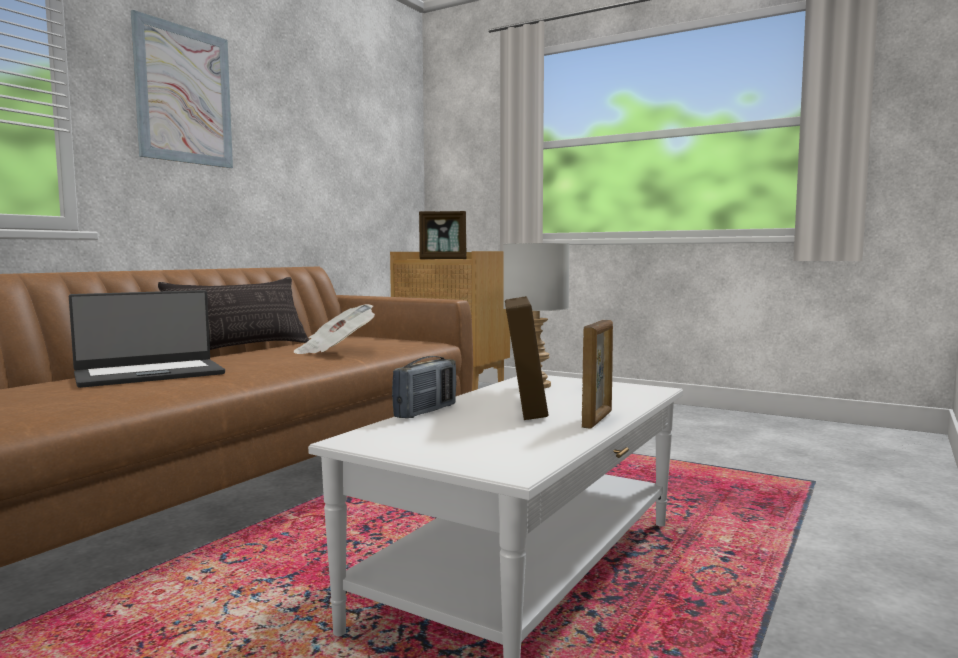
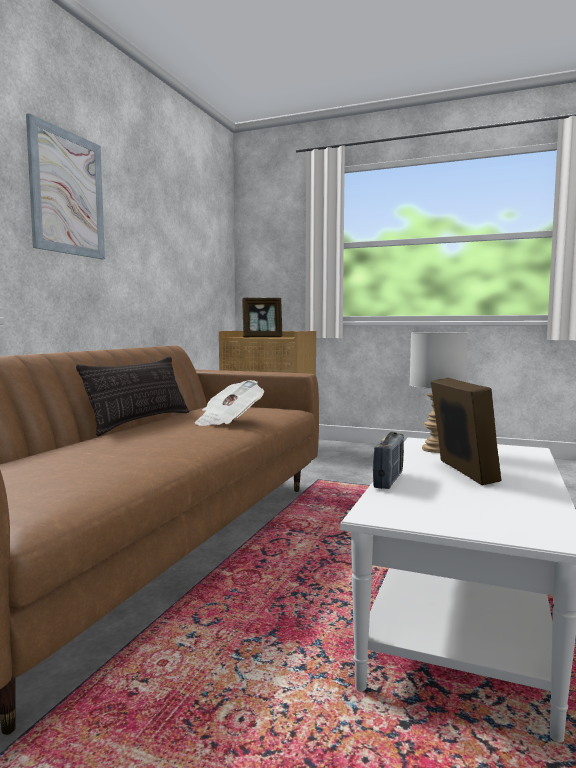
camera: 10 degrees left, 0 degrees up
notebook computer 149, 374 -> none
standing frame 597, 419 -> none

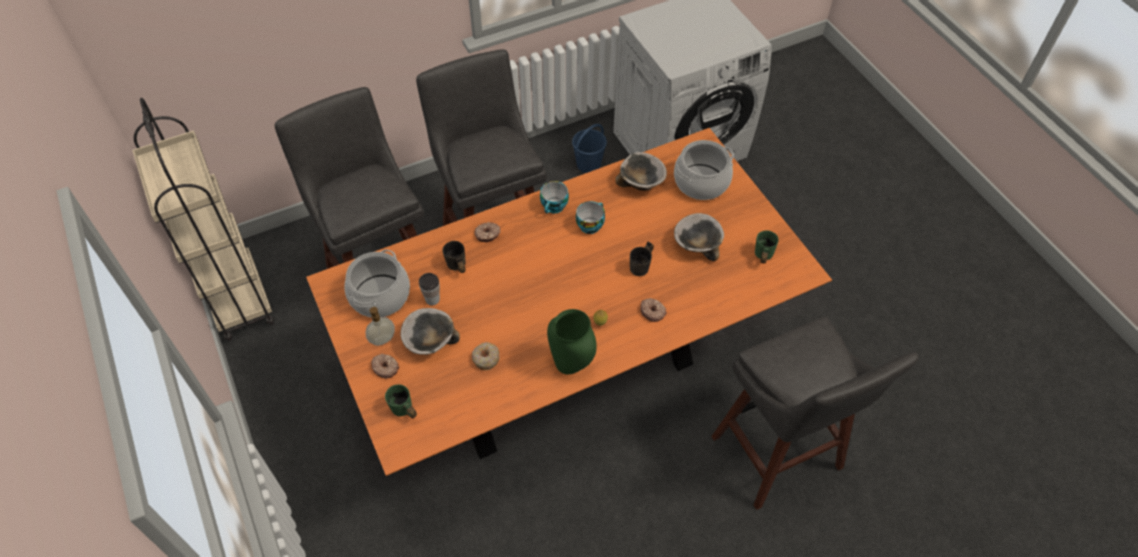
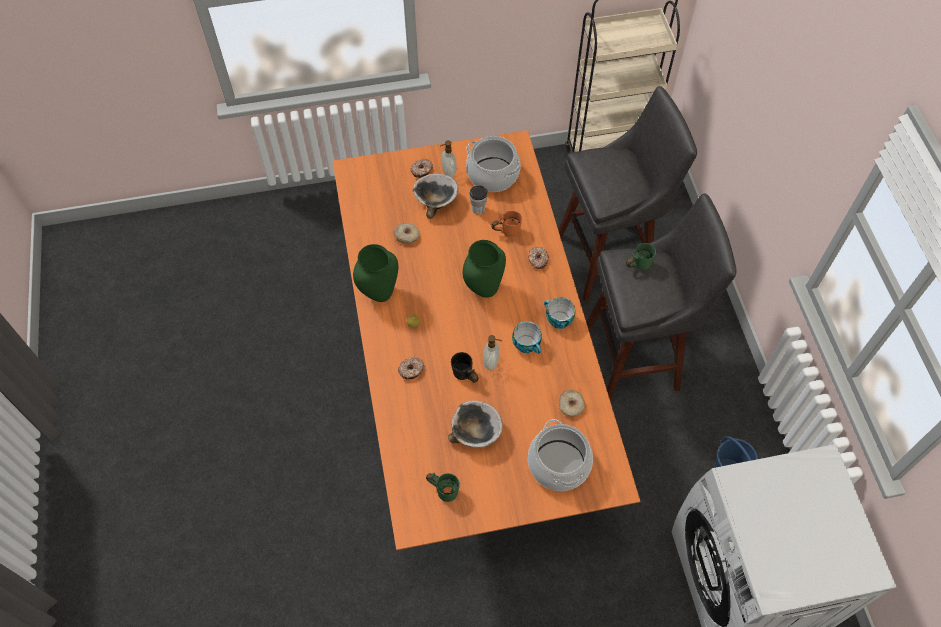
camera: 105 degrees right, 5 degrees up
greyish stool seat 778, 457 -> none
none -> green-coloured flower vase 484, 290
none -> liquid soap bottle 491, 362
green-coloured tea mug 403, 413 -> green-coloured tea mug 637, 264, moved
deep dish 641, 183 -> doughnut 571, 405
greyish tea mug 455, 268 -> orange tea mug 506, 230

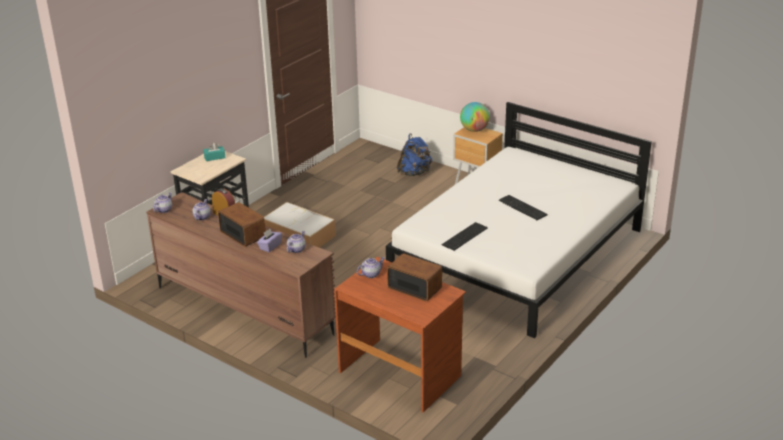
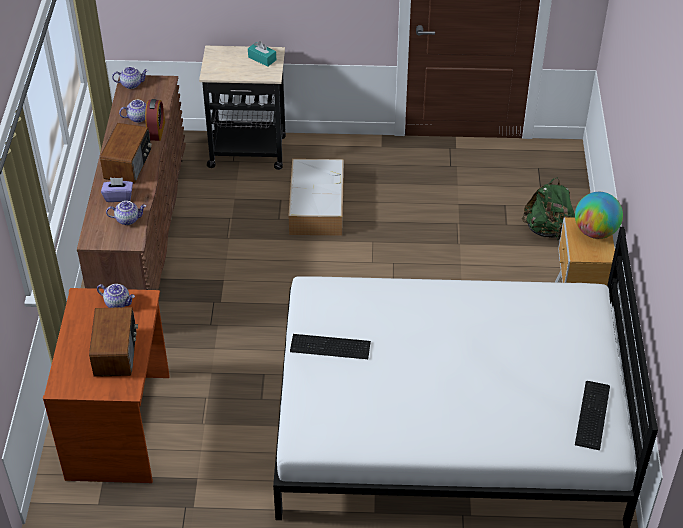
camera: 55 degrees right, 15 degrees up
computer keyboard 522, 208 -> computer keyboard 591, 415, moved
blue-coloured rucksack 414, 173 -> green-coloured rucksack 548, 230

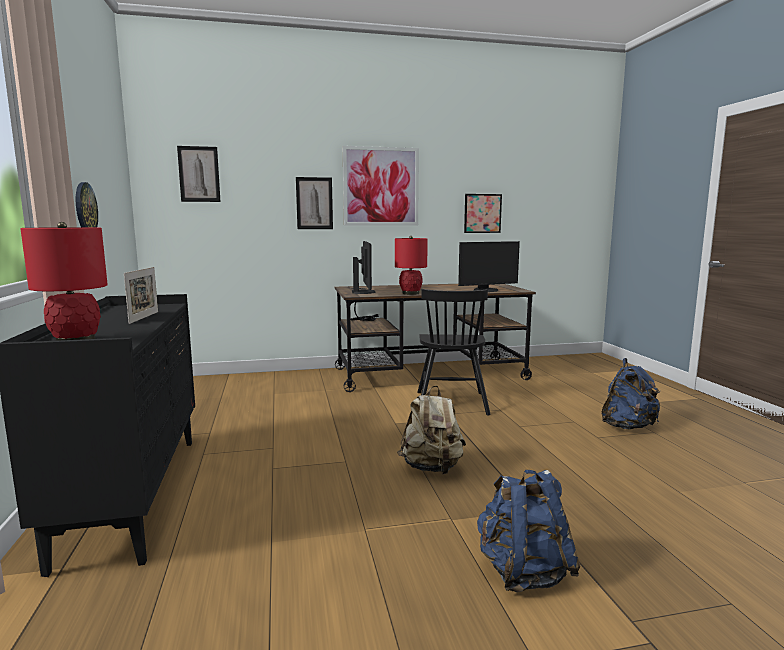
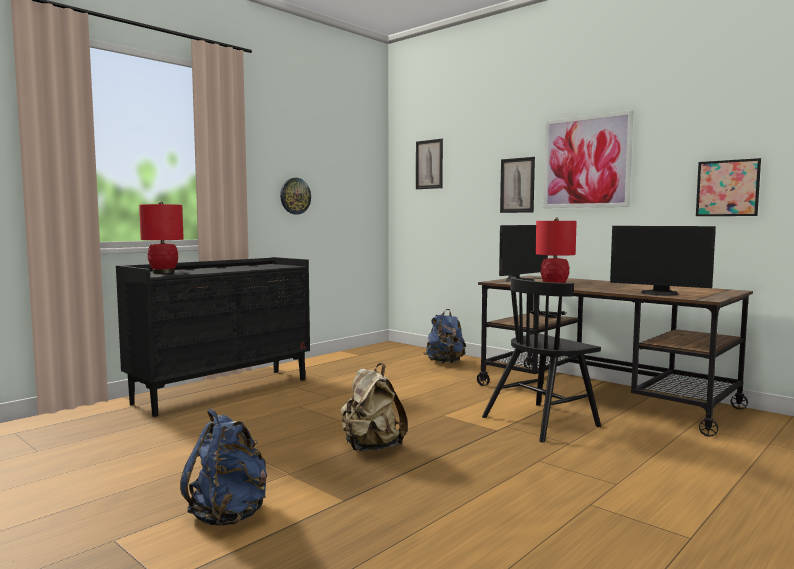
camera: 55 degrees right, 5 degrees down
standing frame 144, 317 -> none
blue-coloured rucksack 627, 426 -> blue-coloured rucksack 445, 363, moved

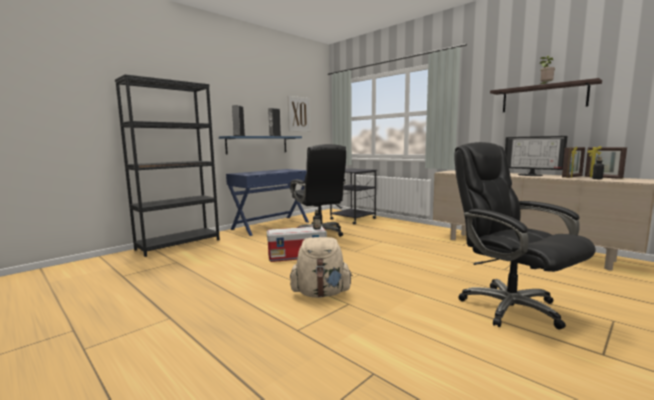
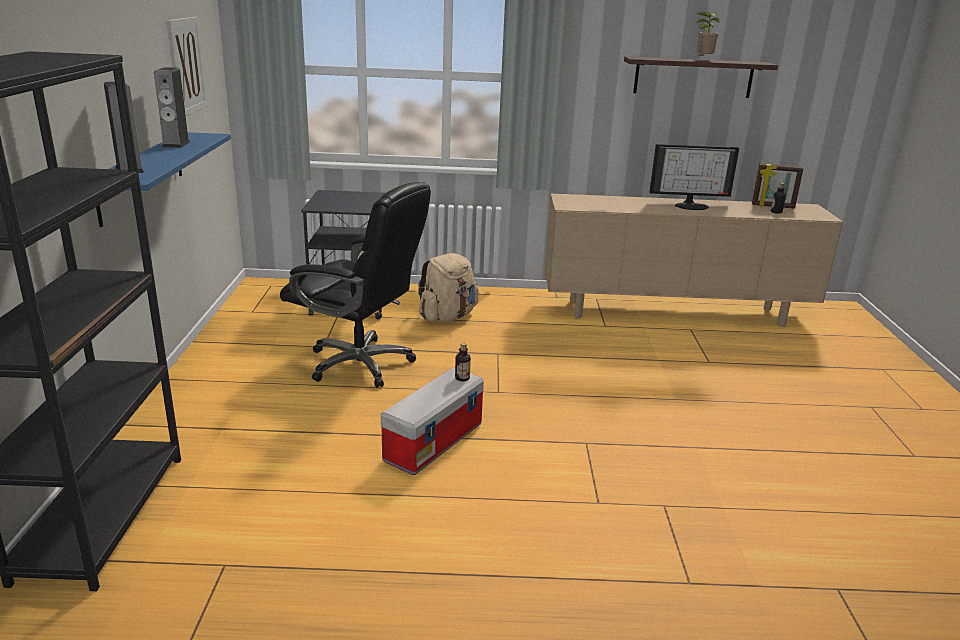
camera: 45 degrees left, 15 degrees up
blue-coloured desk 271, 225 -> none
black desk chair 512, 308 -> none
standing frame 572, 177 -> none
sand-coloured rucksack 321, 293 -> sand-coloured rucksack 448, 317, moved

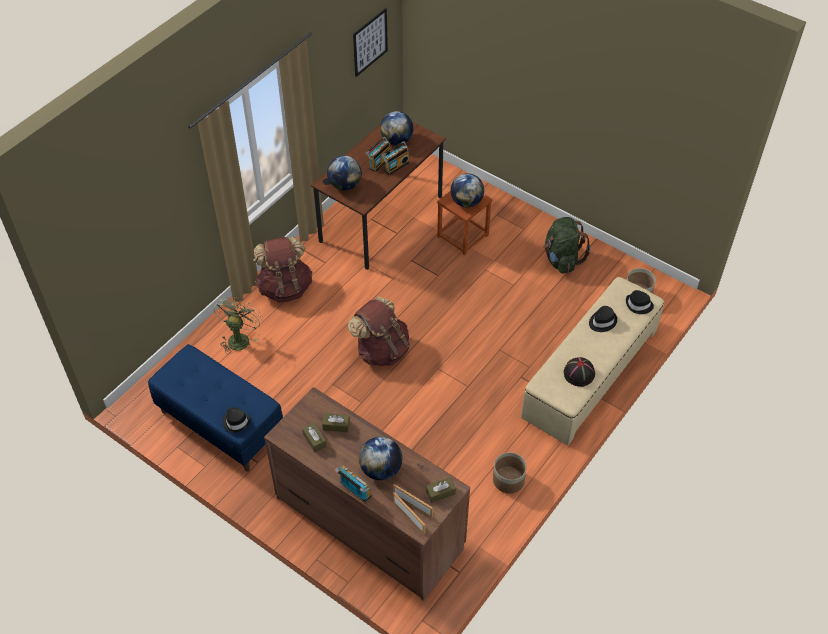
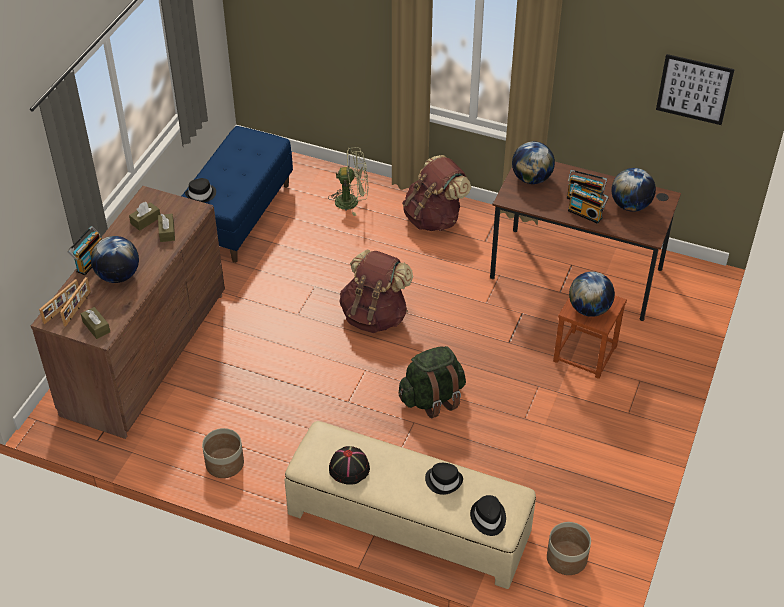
camera: 75 degrees right, 5 degrees down
green-coloured rucksack 561, 259 -> green-coloured rucksack 432, 398, moved

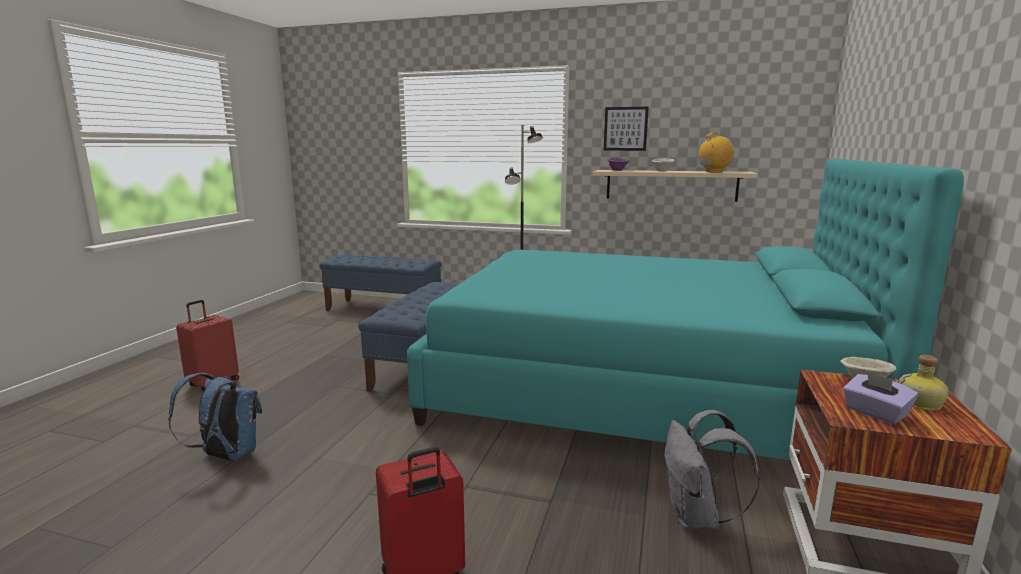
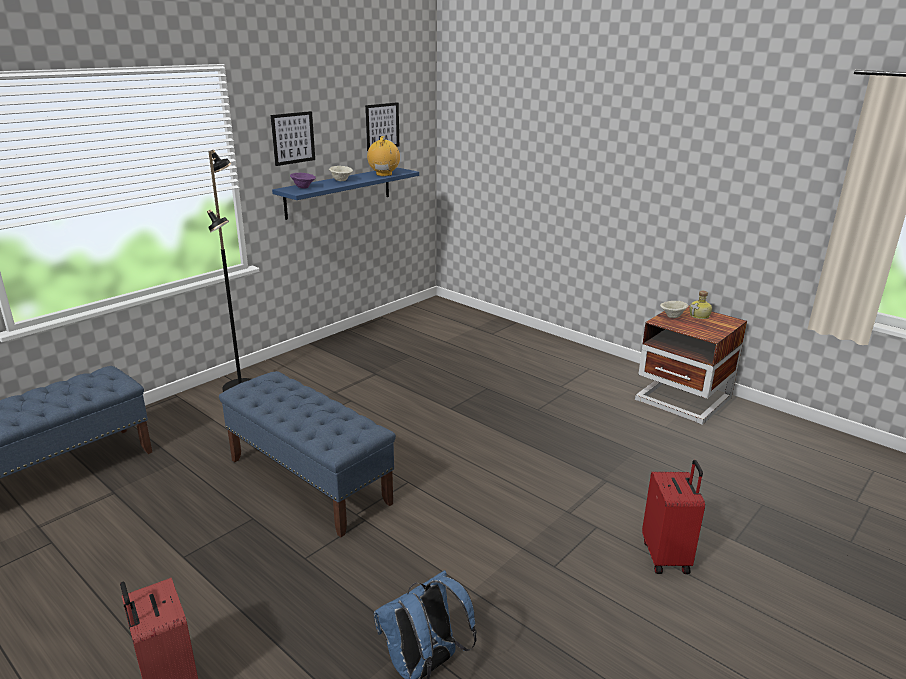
camera: 65 degrees left, 10 degrees up
turquoise-coloured bed 639, 390 -> none
greyish rucksack 697, 517 -> none
purplish box of tissues 875, 413 -> none
none -> picture 382, 126
sand-coloured shelf 671, 185 -> blue-coloured shelf 339, 192

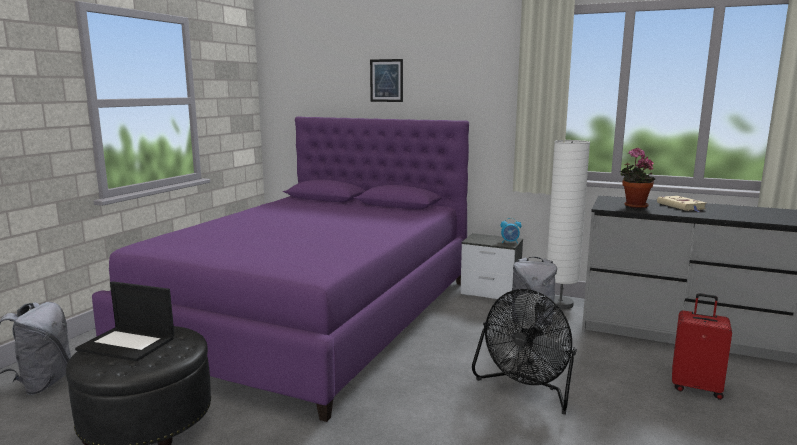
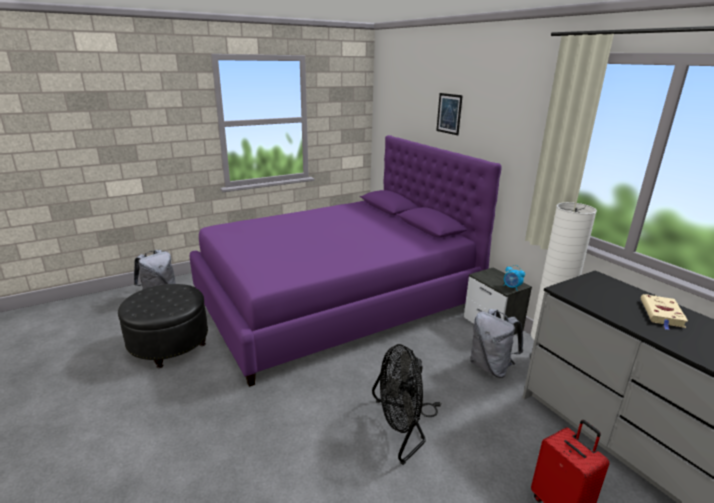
camera: 35 degrees right, 10 degrees up
notebook computer 128, 343 -> none
potted plant 633, 206 -> none

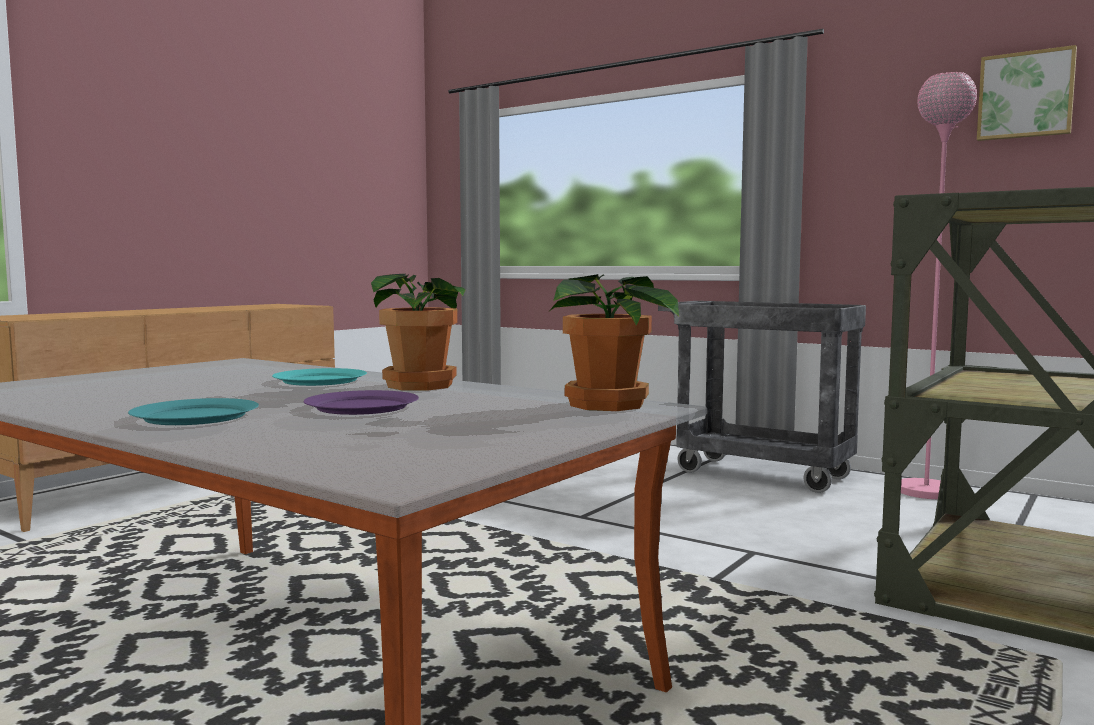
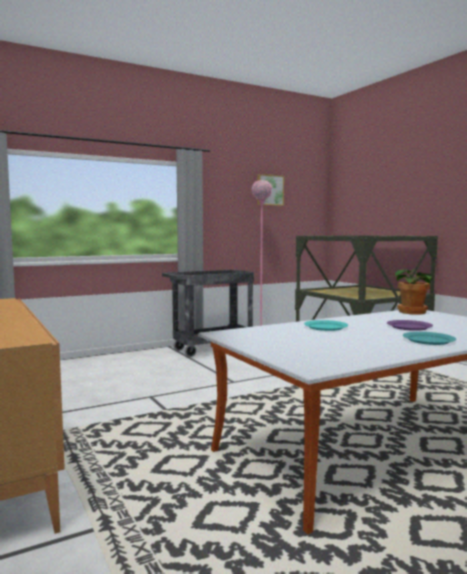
camera: 65 degrees left, 0 degrees up
potted plant 423, 385 -> none

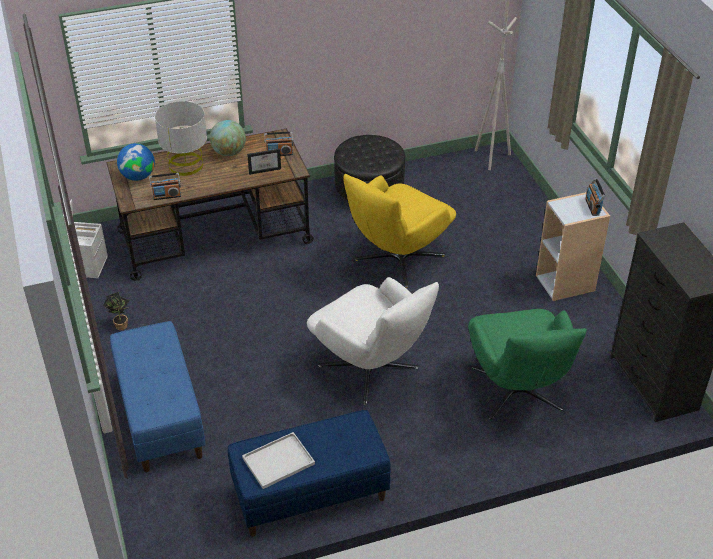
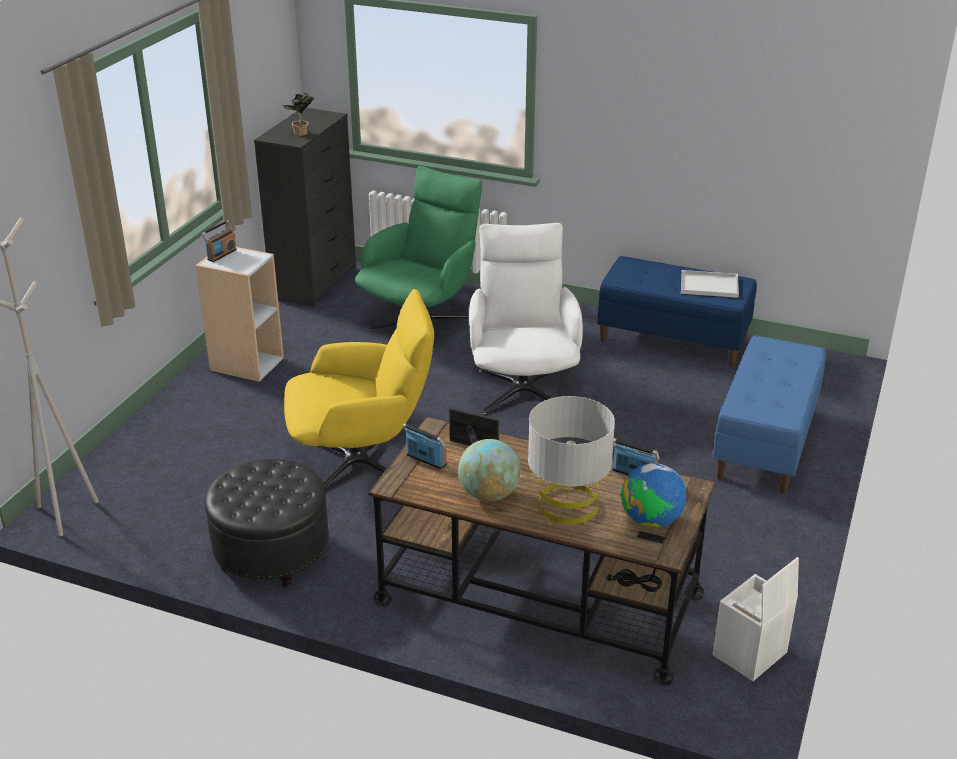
camera: 140 degrees left, 10 degrees down
potted plant 120, 325 -> potted plant 300, 134, moved

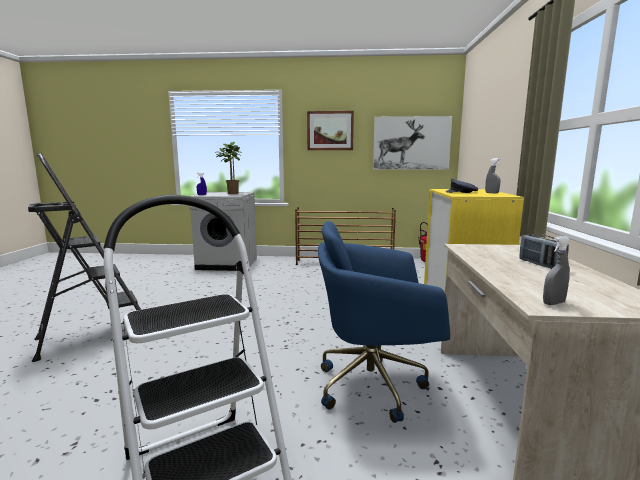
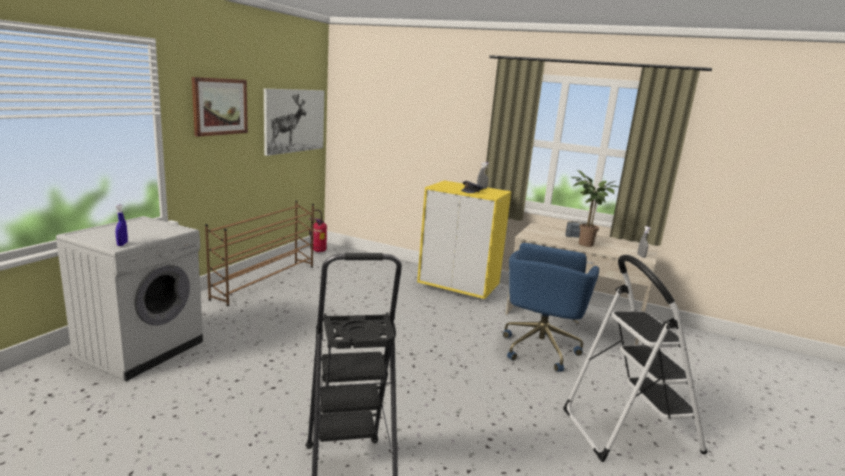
camera: 70 degrees left, 5 degrees up
potted plant 231, 193 -> potted plant 584, 244, moved

